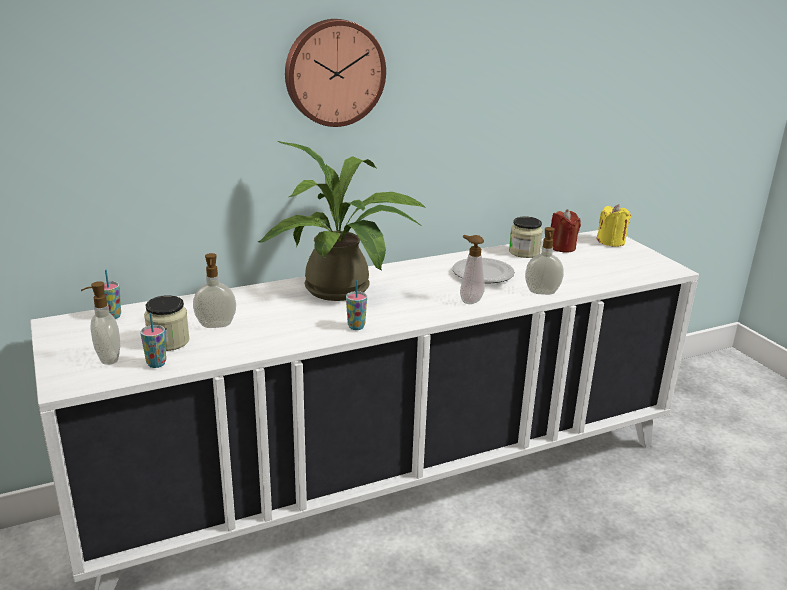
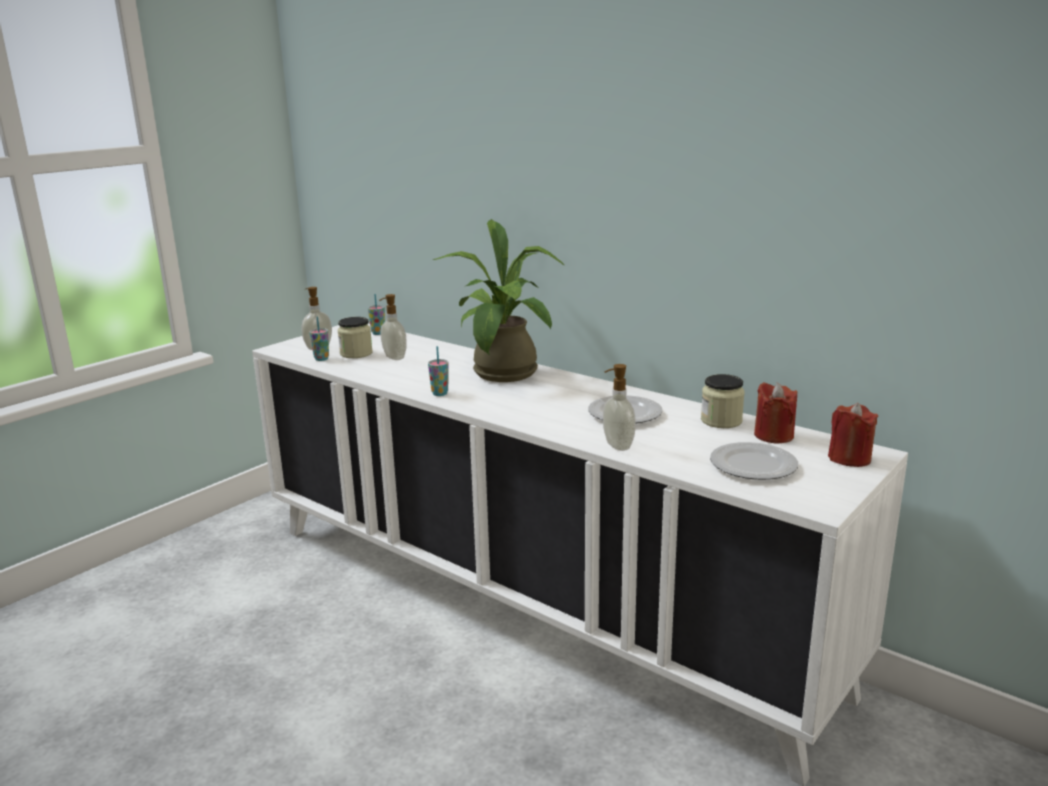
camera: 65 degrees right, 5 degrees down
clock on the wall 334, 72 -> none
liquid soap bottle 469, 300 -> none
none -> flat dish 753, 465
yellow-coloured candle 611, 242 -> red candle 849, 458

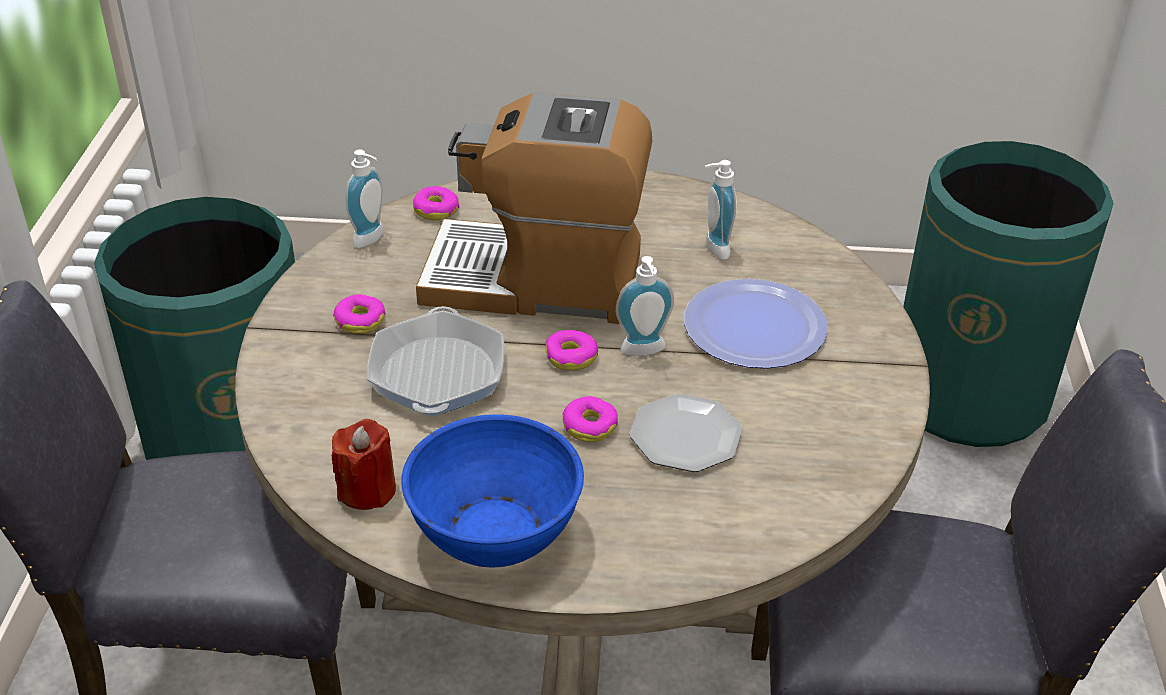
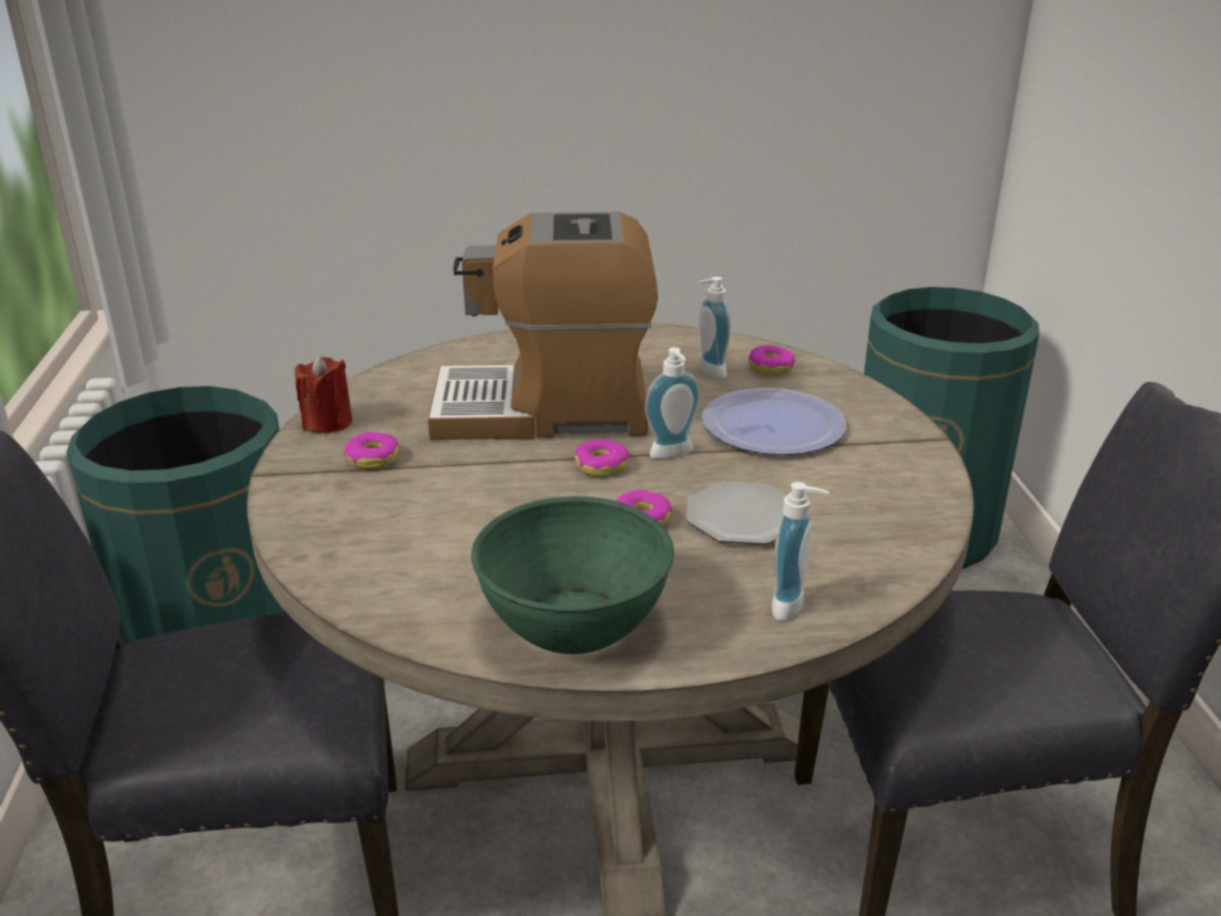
camera: 10 degrees left, 10 degrees down
skillet 438, 373 -> none
red candle 367, 490 -> red candle 327, 422, moved
liquid soap bottle 372, 239 -> liquid soap bottle 794, 606, moved
doughnut 436, 210 -> doughnut 771, 367, moved
blue-coloured deep dish 495, 531 -> green-coloured deep dish 574, 621

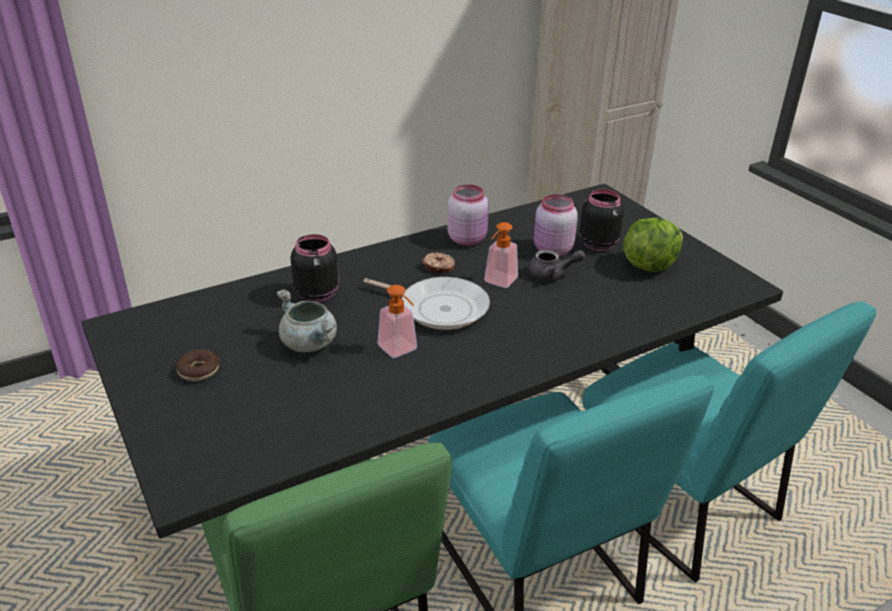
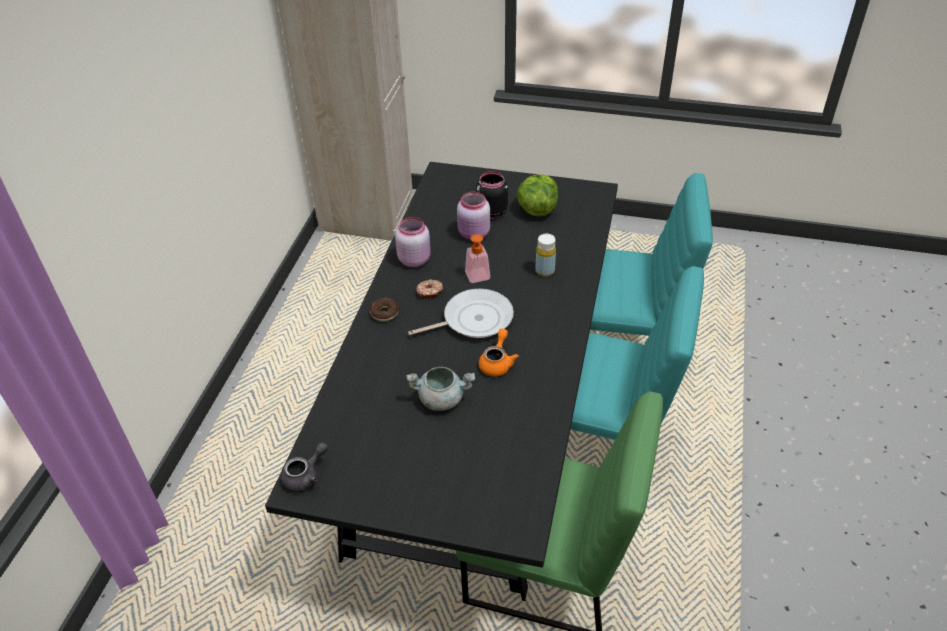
camera: 45 degrees left, 10 degrees up
black jar 317, 293 -> none
none -> yellow-coloured bottle 545, 271
doughnut 199, 371 -> doughnut 384, 313, moved
greyish pot for tea 552, 275 -> greyish pot for tea 305, 476, moved
liquid soap bottle 401, 351 -> orange pot for tea 497, 363

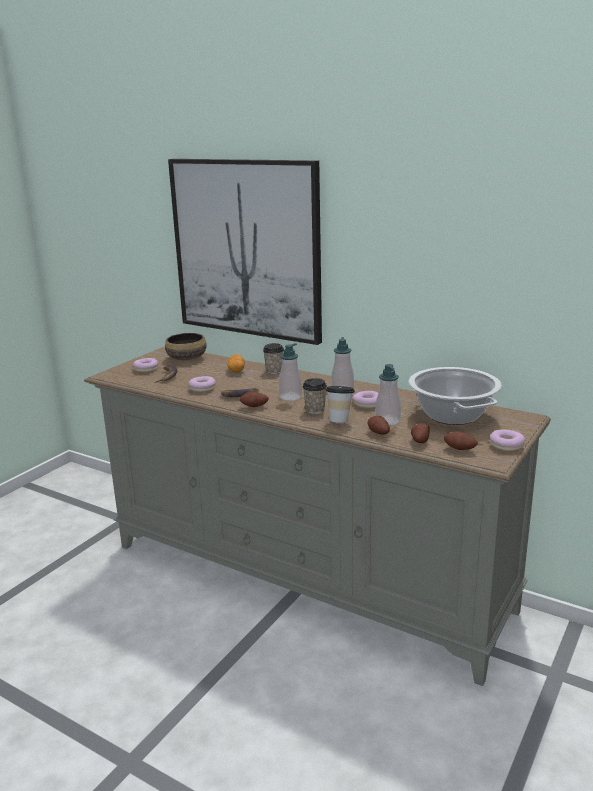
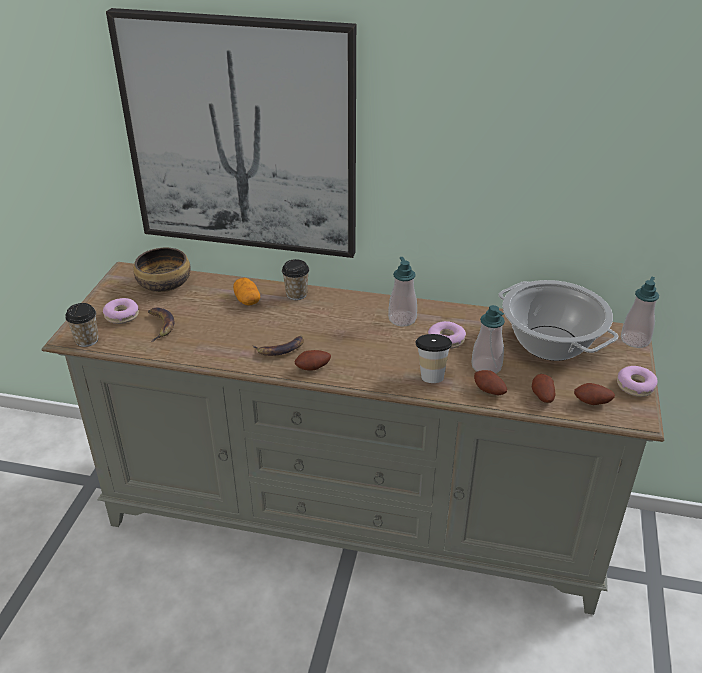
camera: 20 degrees left, 15 degrees up
doughnut 202, 388 -> none
liquid soap bottle 290, 397 -> liquid soap bottle 635, 340, moved
cup 315, 410 -> cup 87, 340, moved

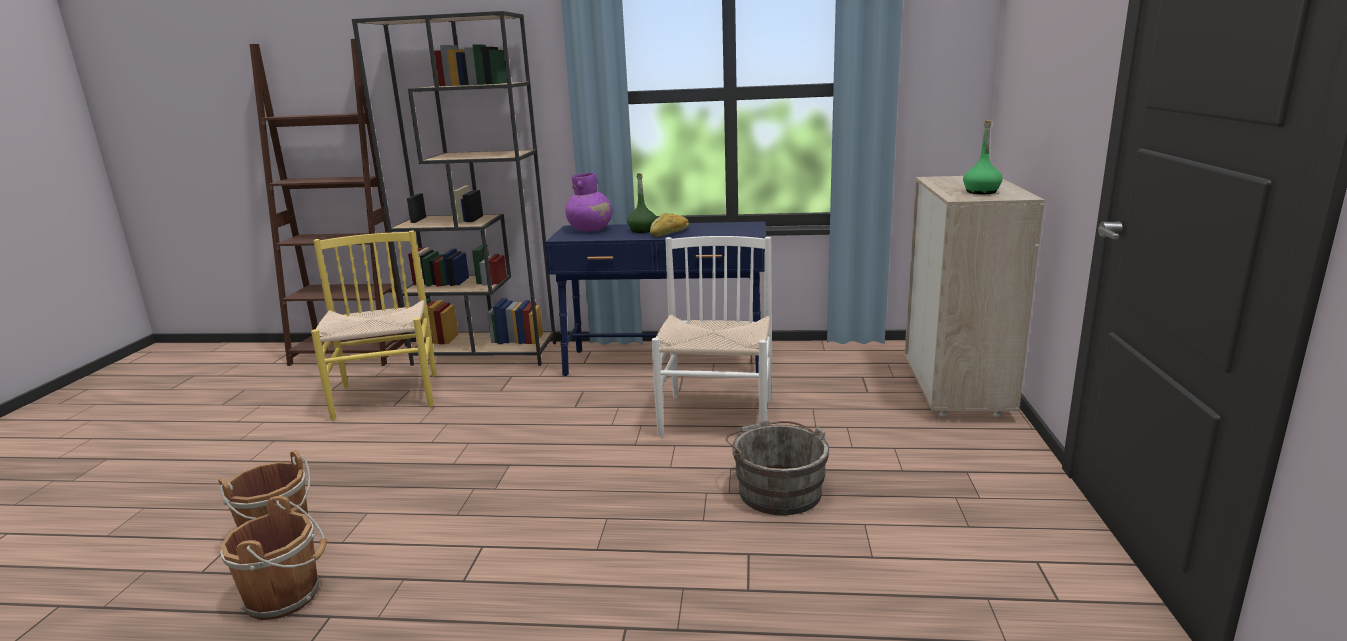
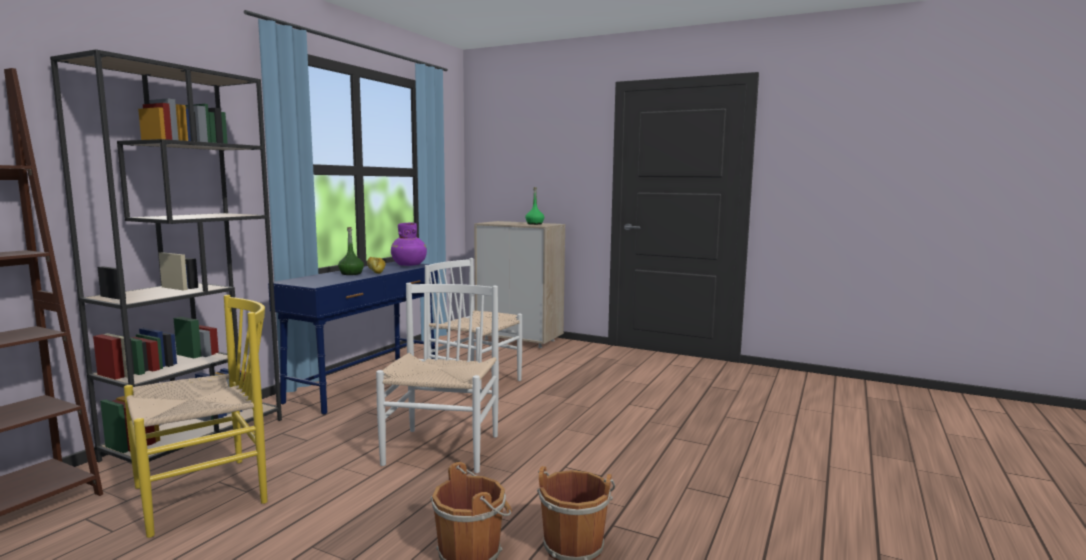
camera: 70 degrees left, 10 degrees down
greyish water bucket 777, 489 -> none
none -> white chair 444, 448
purplish flower vase 591, 230 -> purplish flower vase 409, 265, moved
yellow-coloured chair 388, 394 -> yellow-coloured chair 207, 493, 135 degrees clockwise

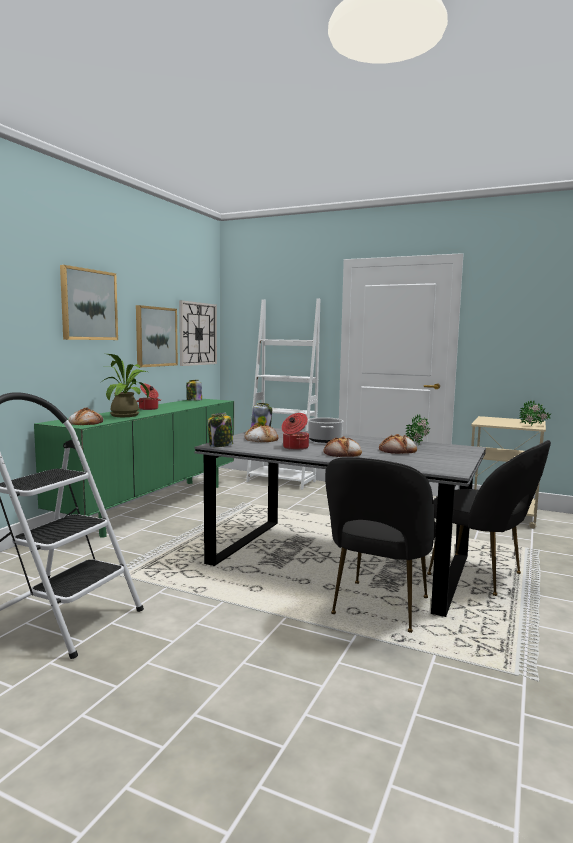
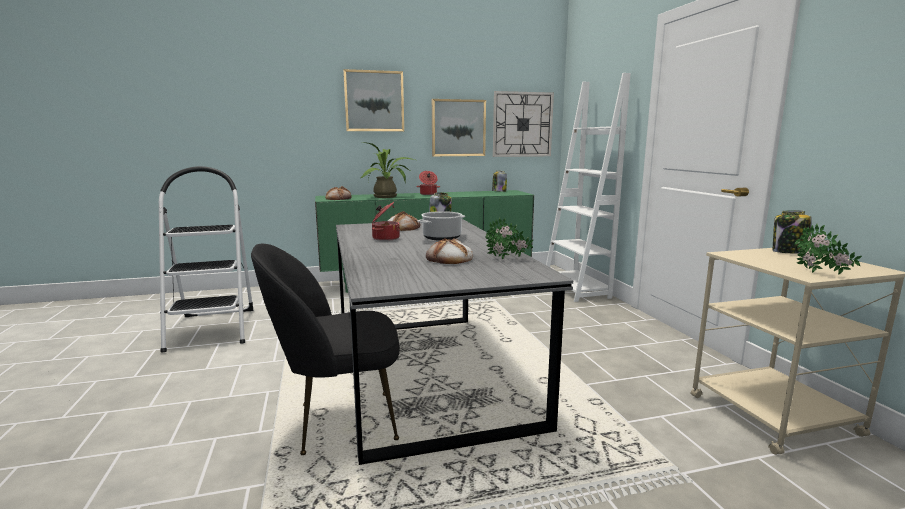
camera: 50 degrees right, 5 degrees up
bread 343, 453 -> none
black chair 482, 577 -> none
jar 220, 445 -> jar 789, 252, moved

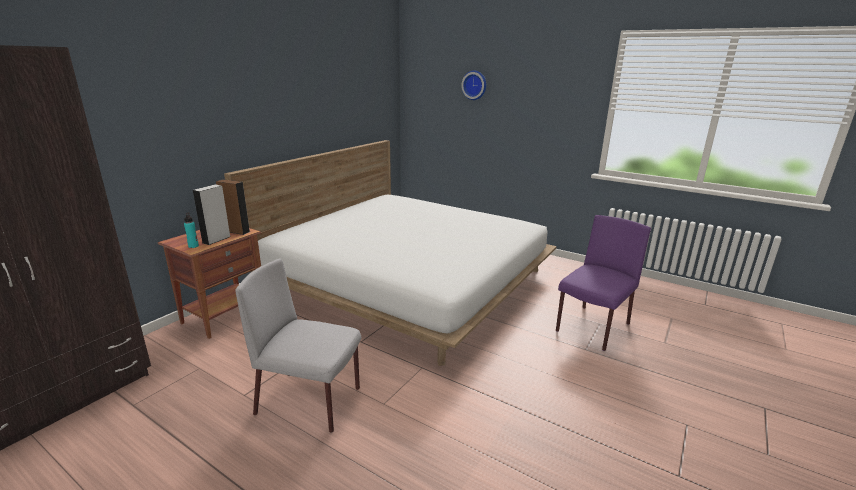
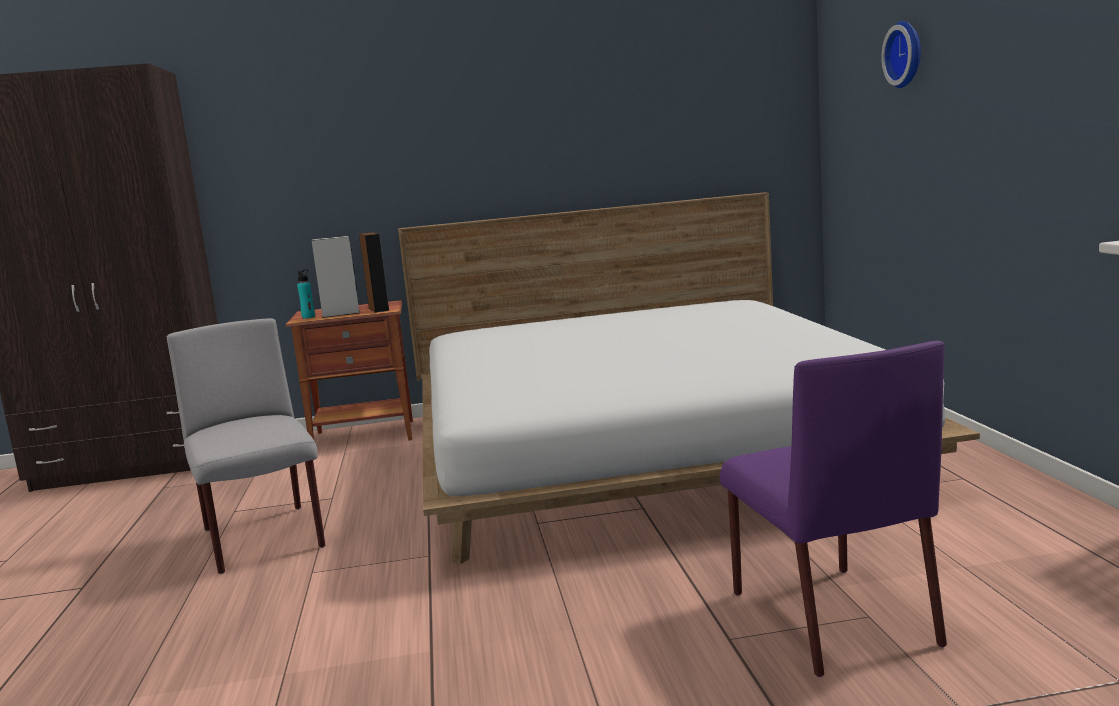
camera: 50 degrees right, 10 degrees down
purplish chair 592, 328 -> purplish chair 829, 616, 75 degrees clockwise

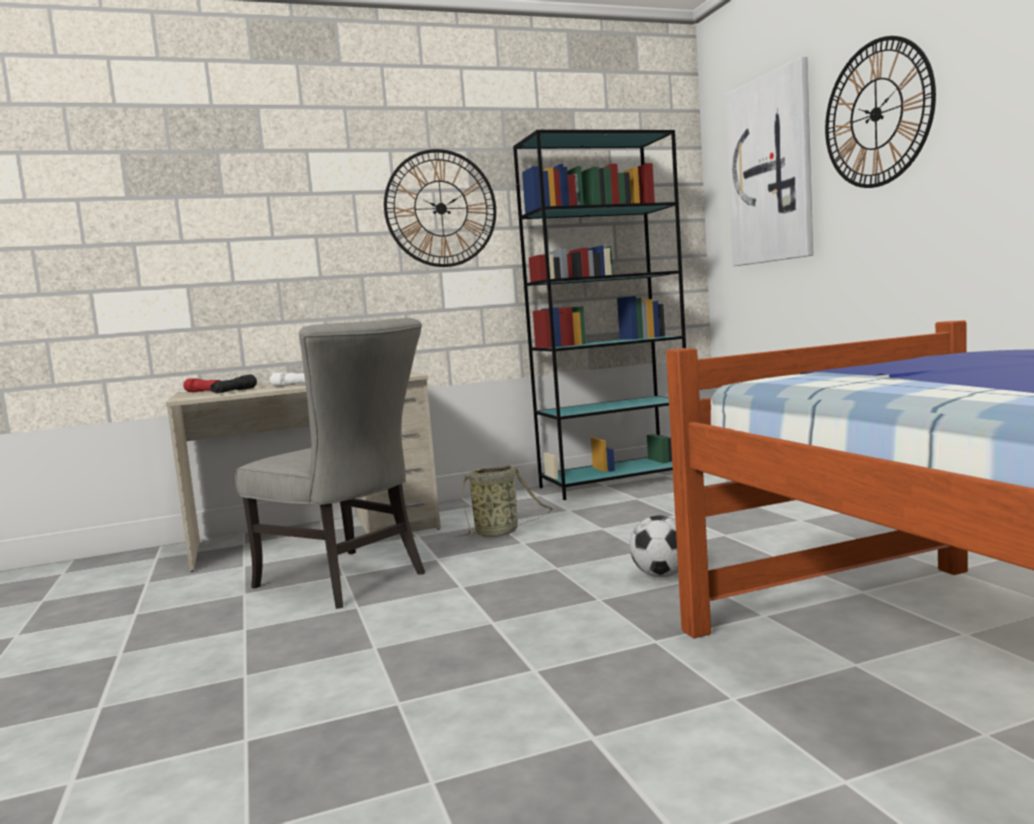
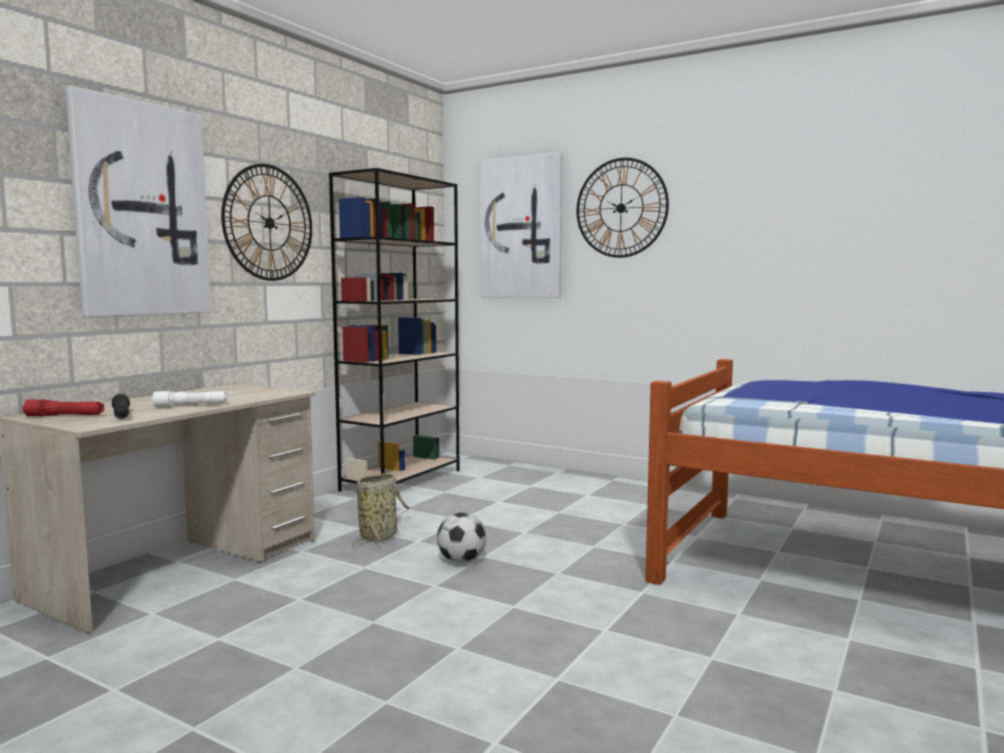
camera: 40 degrees left, 0 degrees up
greyish chair 349, 580 -> none
none -> picture 141, 210
ball for football 662, 575 -> ball for football 461, 561, moved
turquoise-coloured bookcase 615, 483 -> sand-coloured bookcase 401, 480

